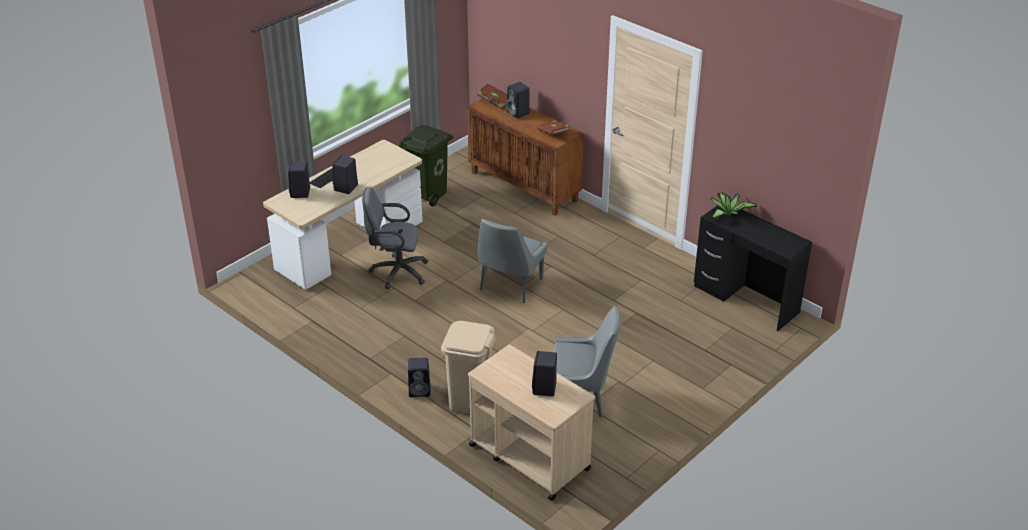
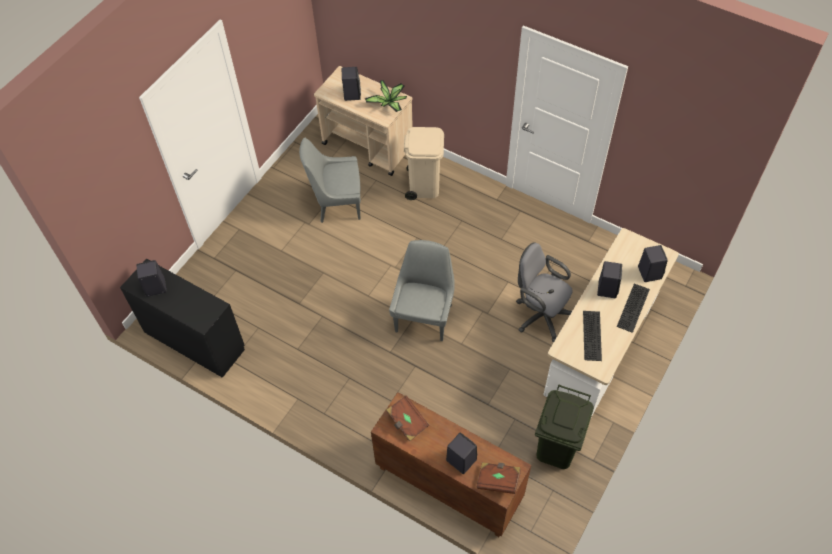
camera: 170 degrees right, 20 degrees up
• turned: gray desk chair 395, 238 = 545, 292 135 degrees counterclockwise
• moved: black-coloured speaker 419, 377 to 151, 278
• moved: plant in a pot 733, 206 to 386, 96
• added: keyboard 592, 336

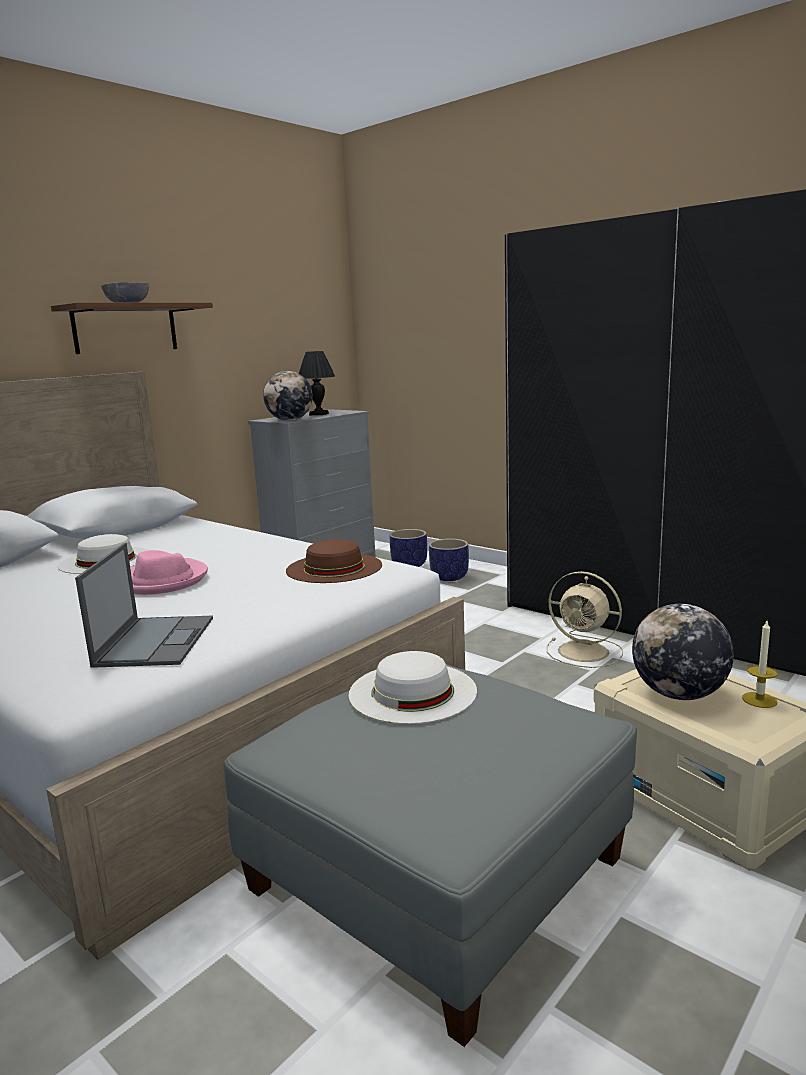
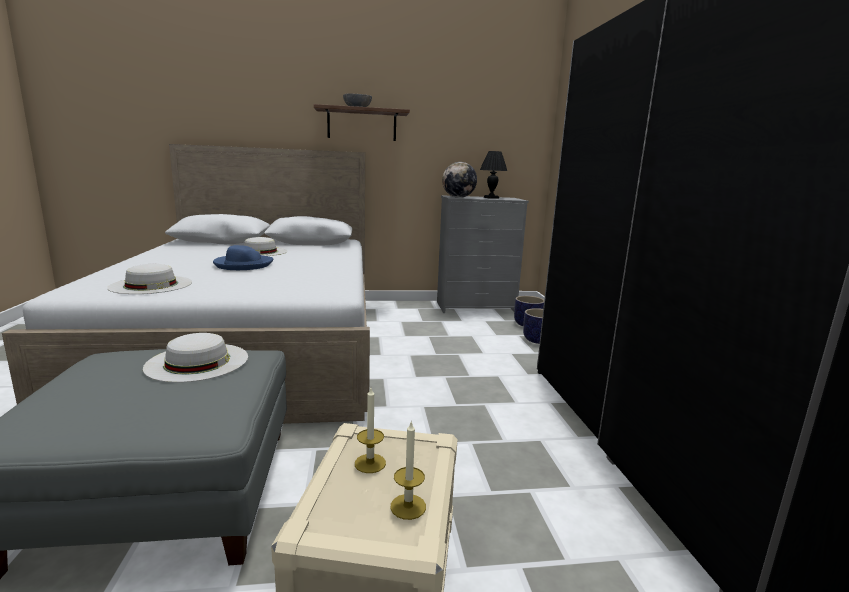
camera: 40 degrees right, 0 degrees up
• replaced: portable computer 144, 605 to whitish wearable hat 149, 279
• recoloured: pinkish wearable hat 169, 572 to bluish wearable hat 243, 257
• removed: brown-coloured wearable hat 334, 561
• removed: beige-coloured electric fan 585, 619
• replaced: desk globe 683, 652 to candle 370, 430

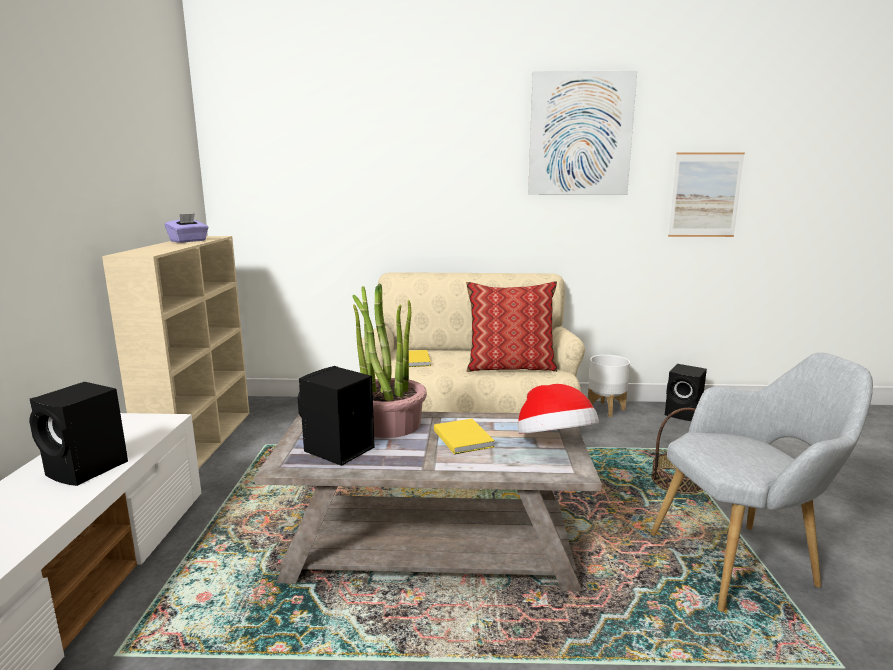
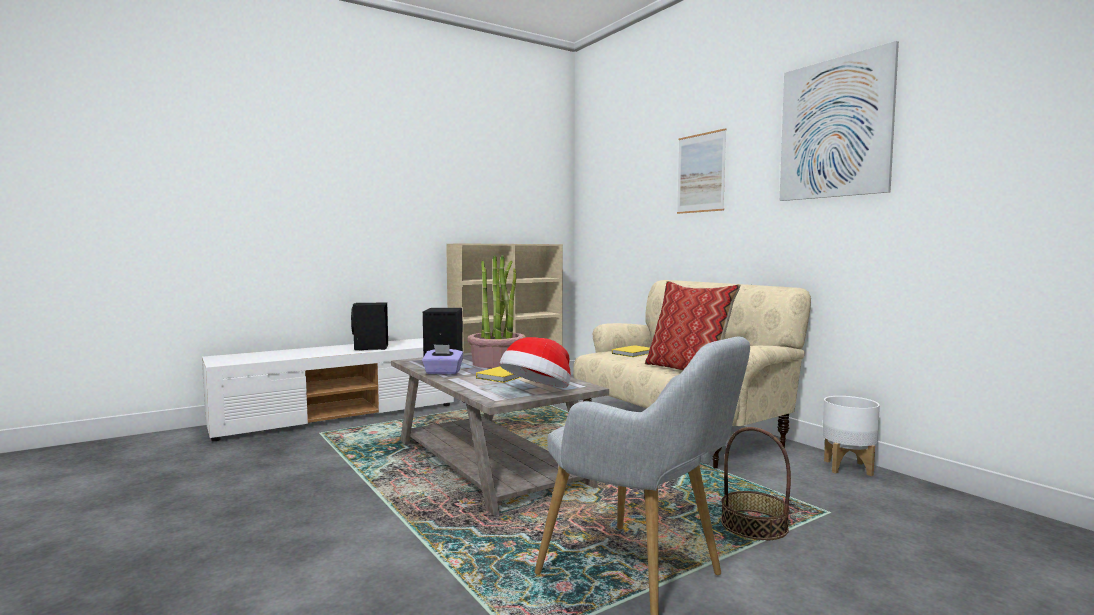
camera: 55 degrees right, 10 degrees down
• moved: purplish tissue holder 186, 228 to 442, 359
• removed: black-coloured speaker 686, 392
• moved: picture 706, 194 to 702, 171

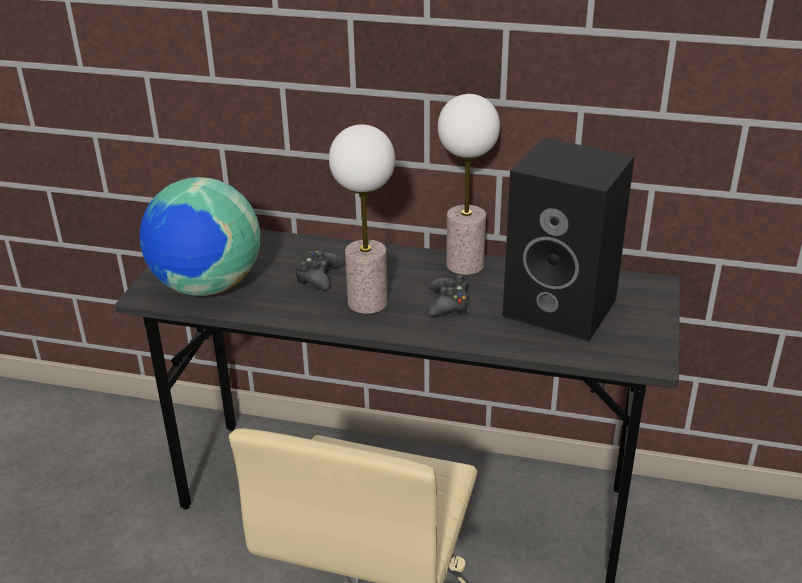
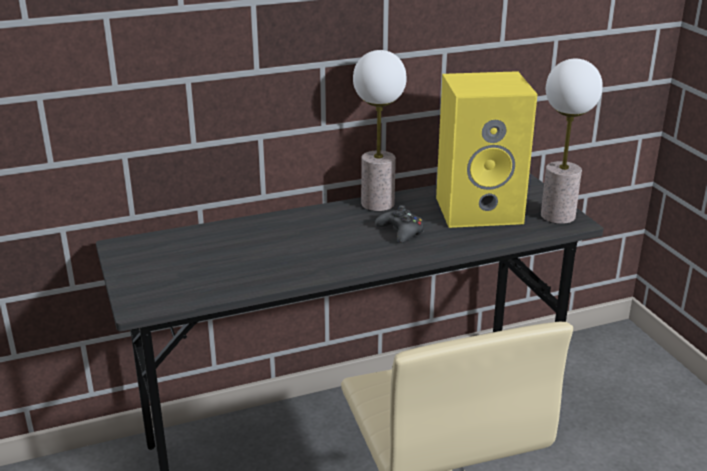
camera: 35 degrees left, 5 degrees down
• removed: desk globe 199, 236
• removed: black-coloured joypad 319, 270
• moved: lamp for a table 362, 219 to 572, 141
• recoloured: black-coloured speaker 569, 239 to yellowish speaker 487, 149

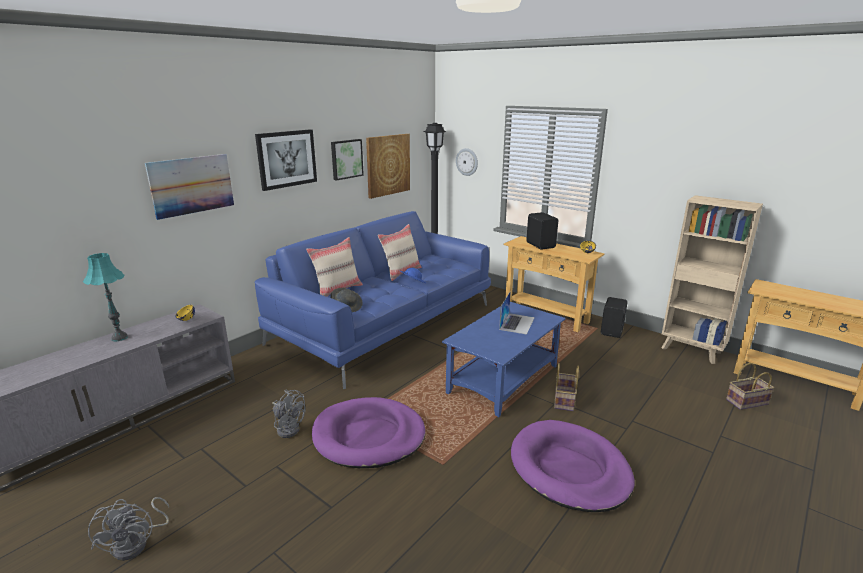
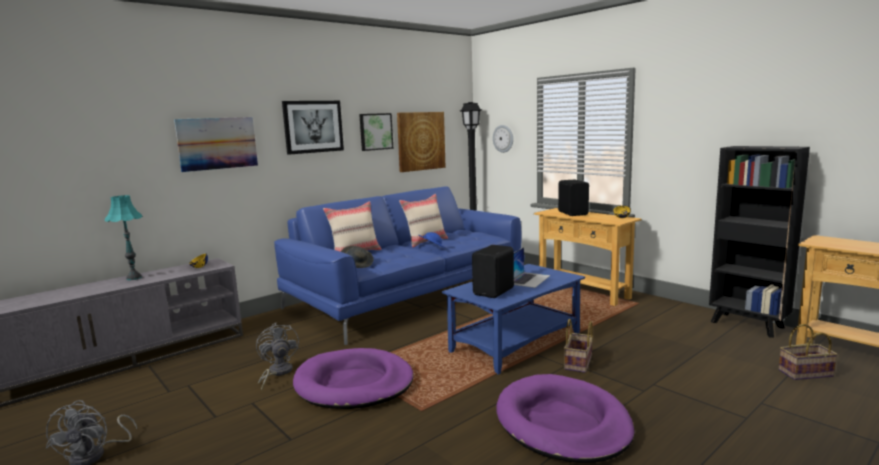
camera: 10 degrees right, 10 degrees down
• turned: gray electric fan 289, 414 = 277, 357 150 degrees counterclockwise
• moved: black-coloured speaker 614, 317 to 493, 271
• recoloured: beige-coloured bookshelf 712, 279 to black-coloured bookshelf 759, 241

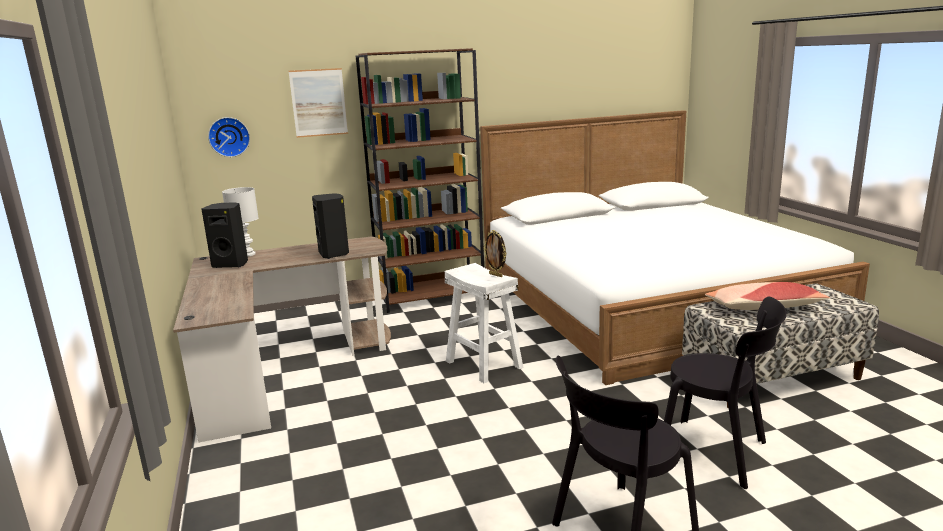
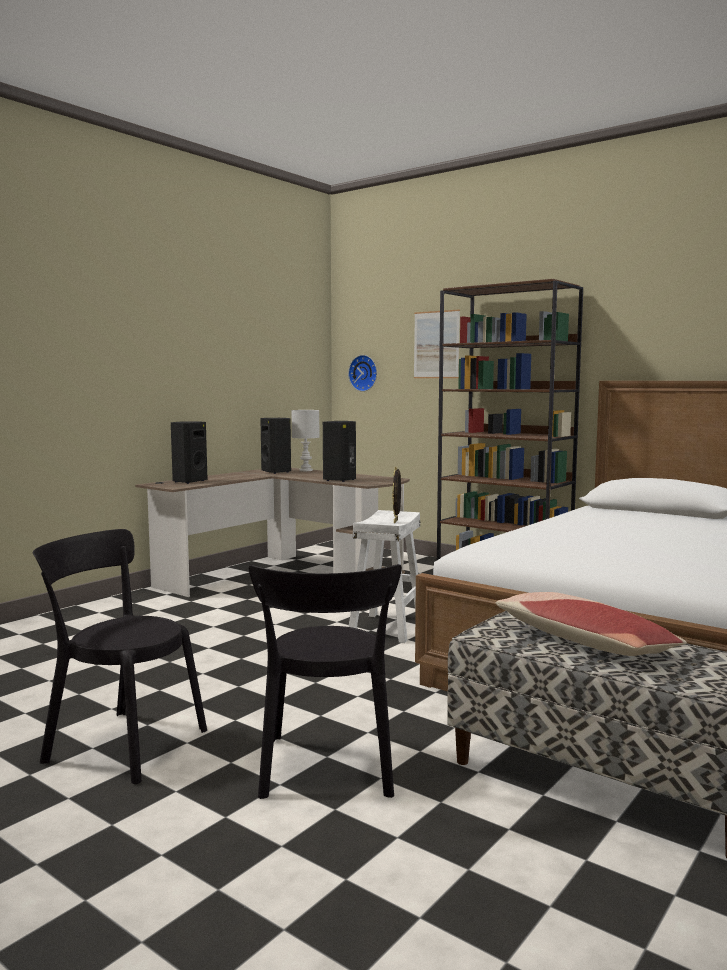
camera: 55 degrees right, 10 degrees down
• added: black-coloured speaker 189, 452

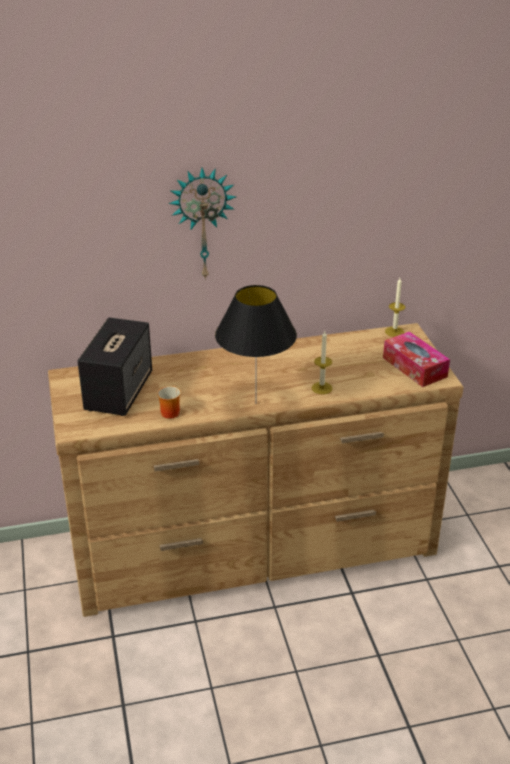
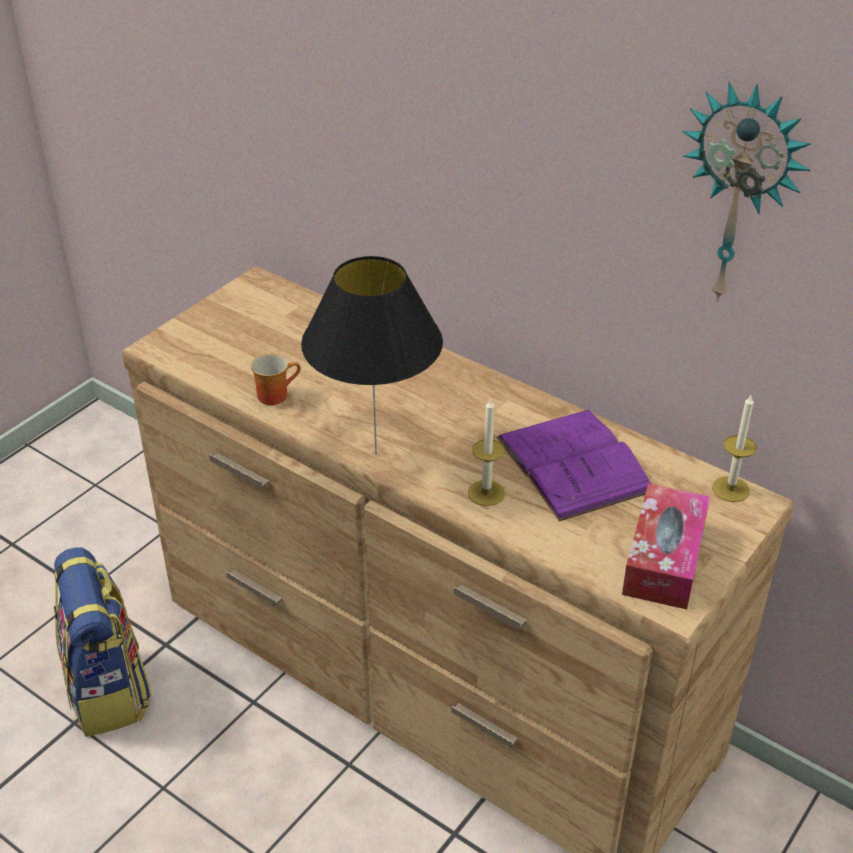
camera: 50 degrees right, 5 degrees up
• removed: speaker 114, 367
• moved: hanging clock 202, 223 to 746, 192
• added: rucksack 102, 642
• added: purplish volume 574, 465

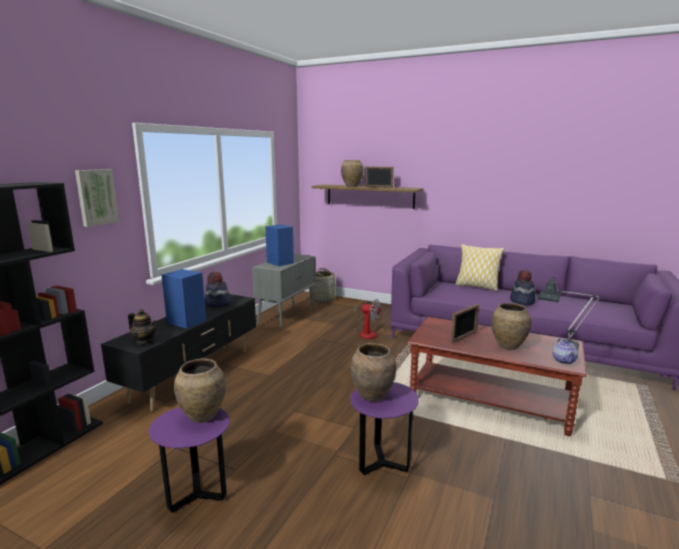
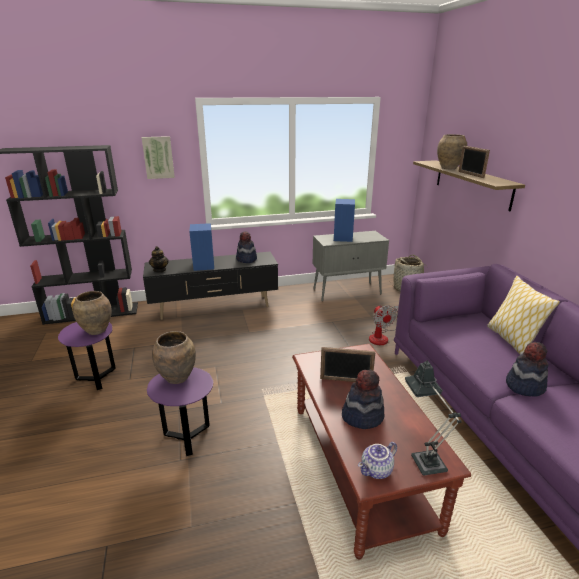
camera: 50 degrees right, 10 degrees up
• replaced: brown-coloured decorative vase 511, 326 to wearable hat 363, 399

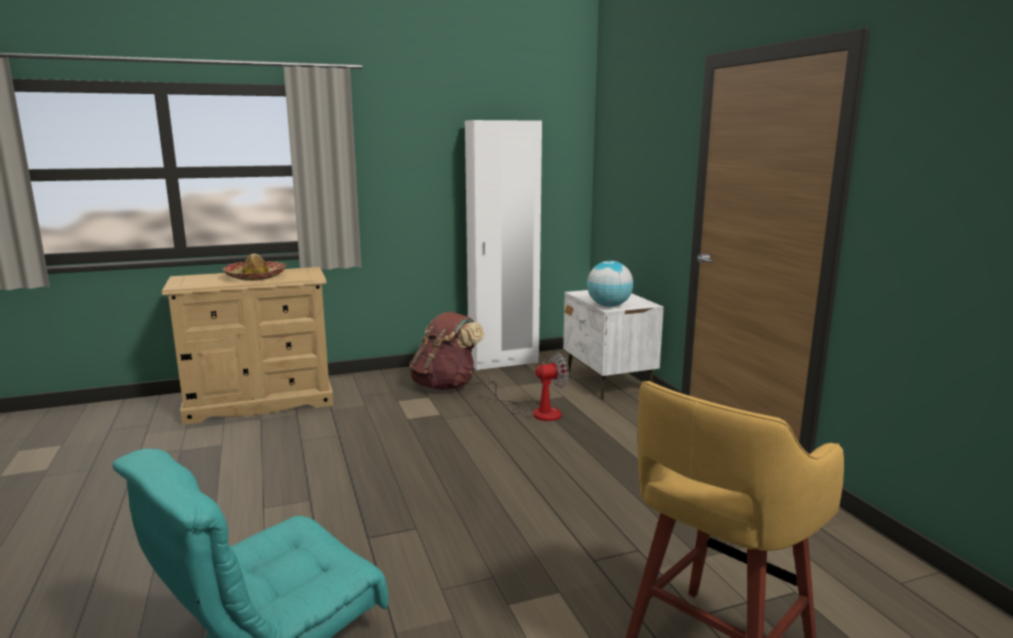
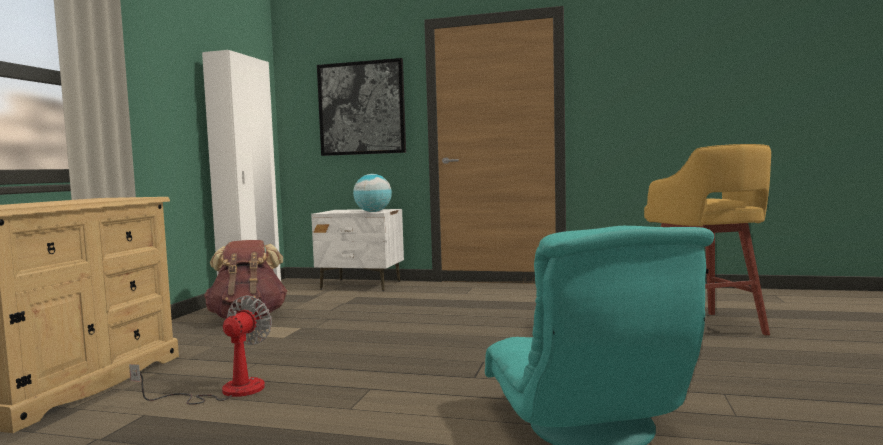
camera: 55 degrees left, 10 degrees down
• removed: wearable hat 254, 267
• moved: electric fan 529, 387 to 200, 350
• added: picture 361, 107

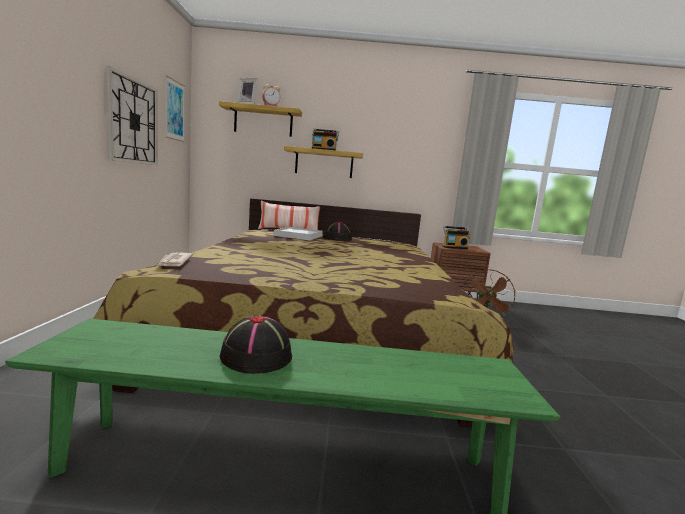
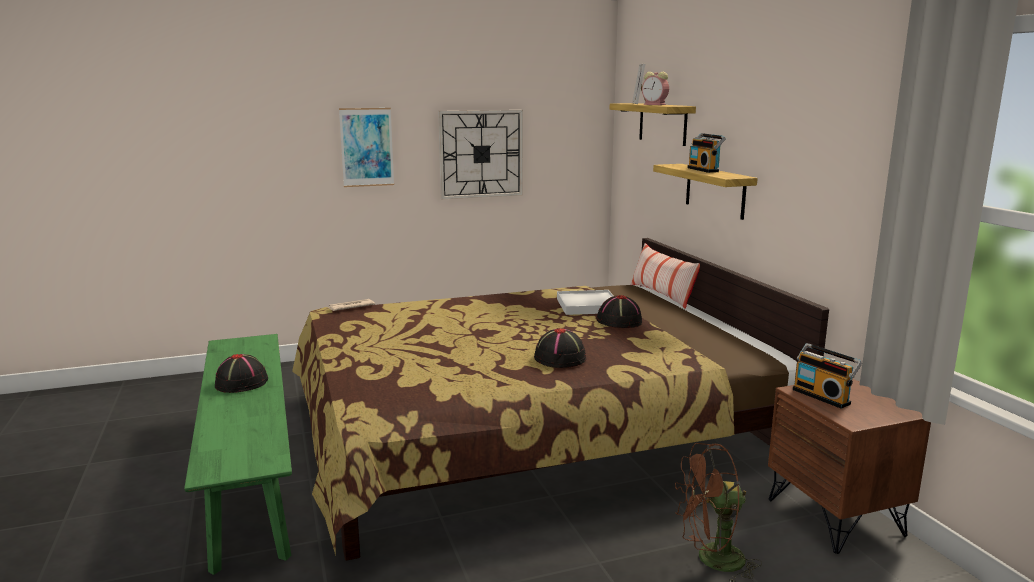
camera: 70 degrees right, 5 degrees up
• moved: picture 175, 109 to 366, 147
• added: black-coloured wearable hat 560, 348

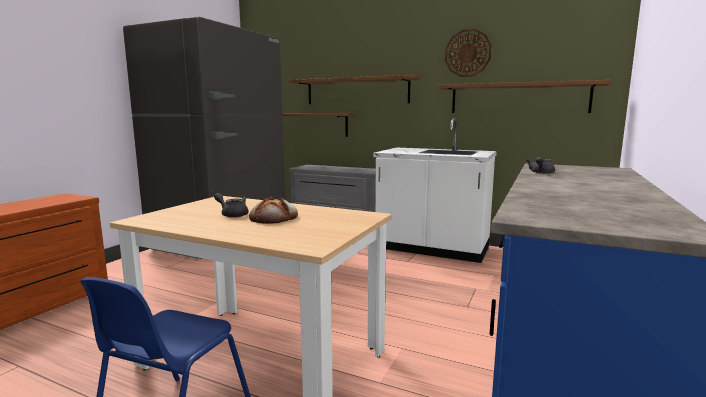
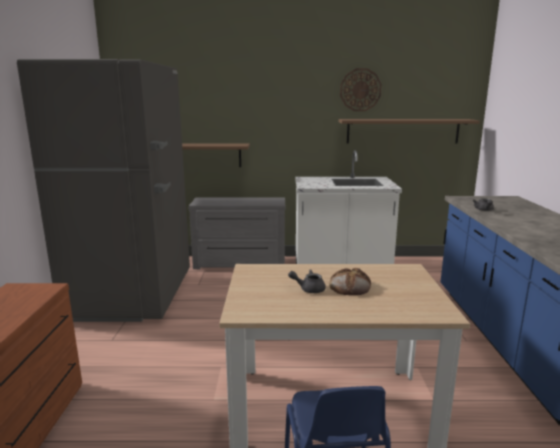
camera: 25 degrees left, 5 degrees up
• removed: brown-coloured bracket shelf 354, 89

